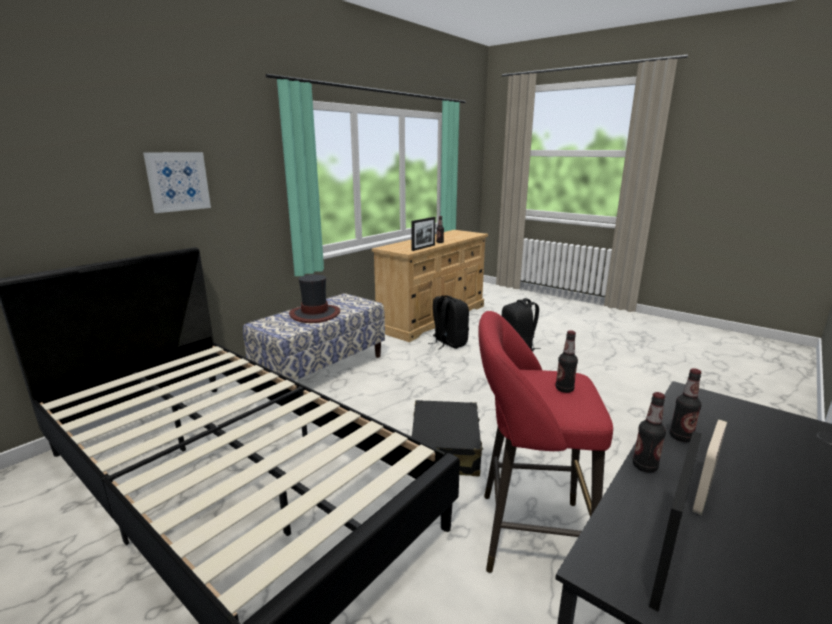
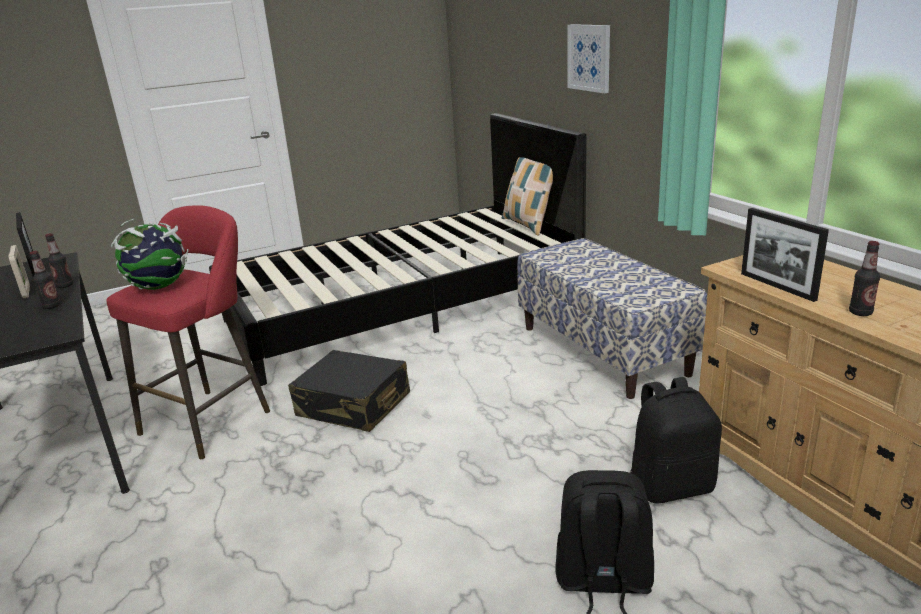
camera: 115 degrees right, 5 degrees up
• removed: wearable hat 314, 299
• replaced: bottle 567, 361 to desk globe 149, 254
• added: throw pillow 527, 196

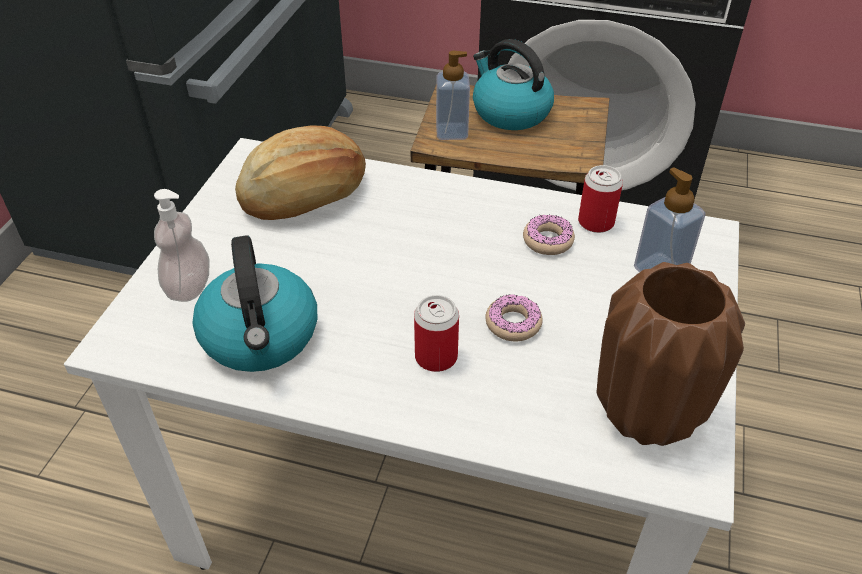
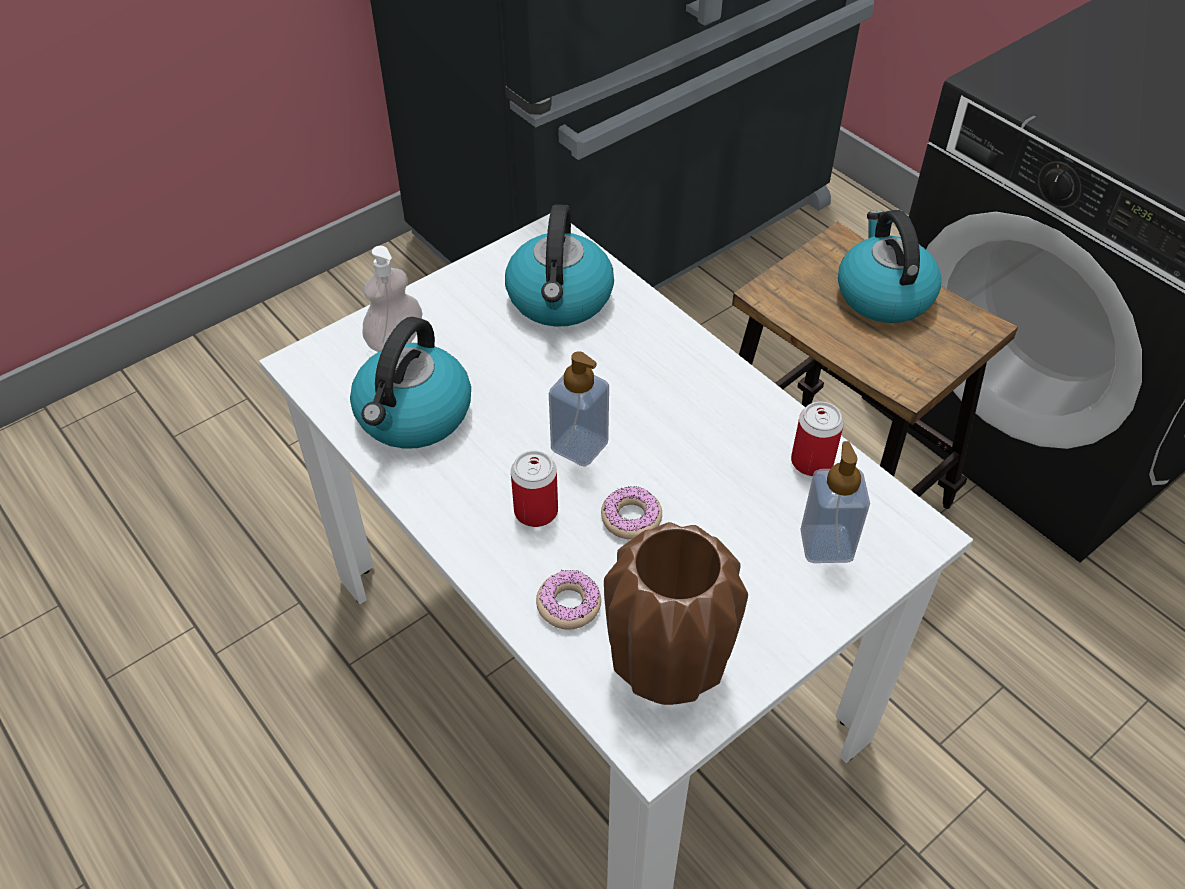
camera: 35 degrees right, 5 degrees up
• replaced: bread 300, 172 to tea kettle 559, 265
• moved: soap dispenser 453, 95 to 579, 409
• moved: donut 549, 234 to 568, 600

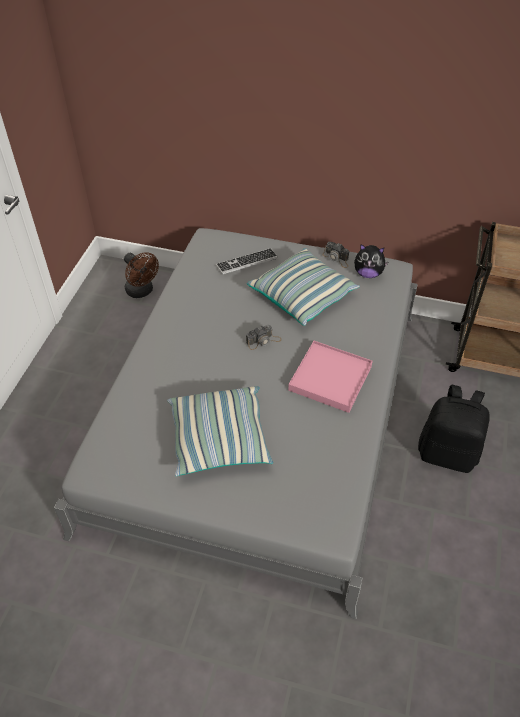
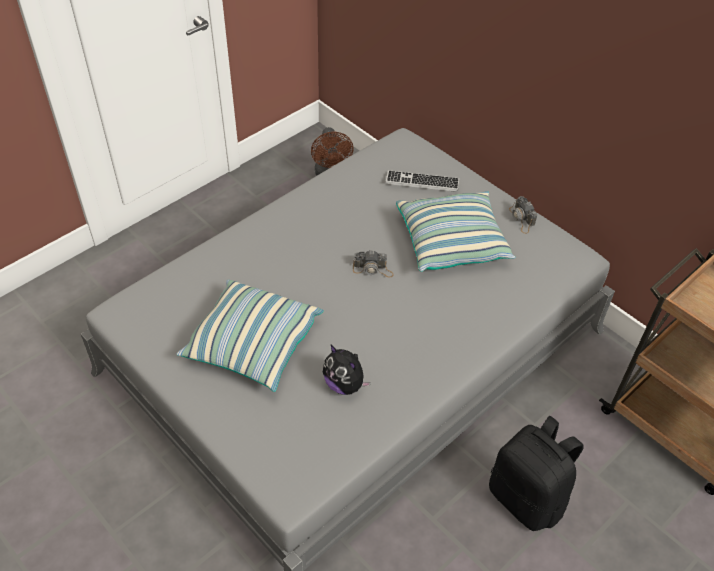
camera: 30 degrees right, 0 degrees up
• removed: pinkish tray 330, 377
• moved: plush toy 371, 261 to 347, 370

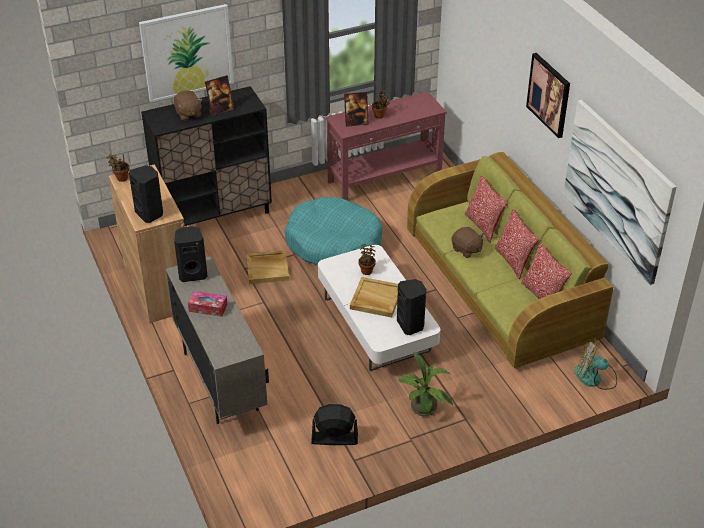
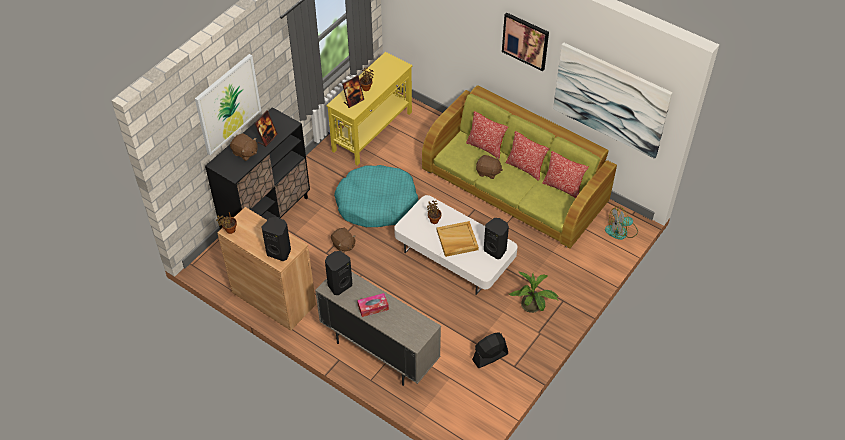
camera: 30 degrees left, 10 degrees up
• replaced: beige-coloured tray 267, 267 to brown-coloured plush toy 343, 240
• recoloured: reddish narrow table 386, 146 to yellowish narrow table 369, 109

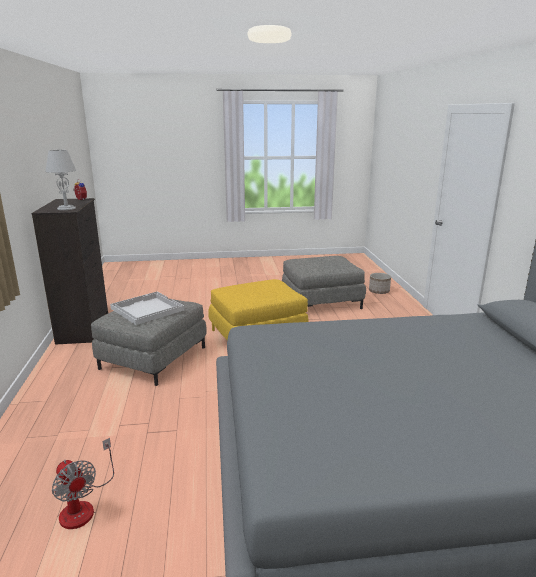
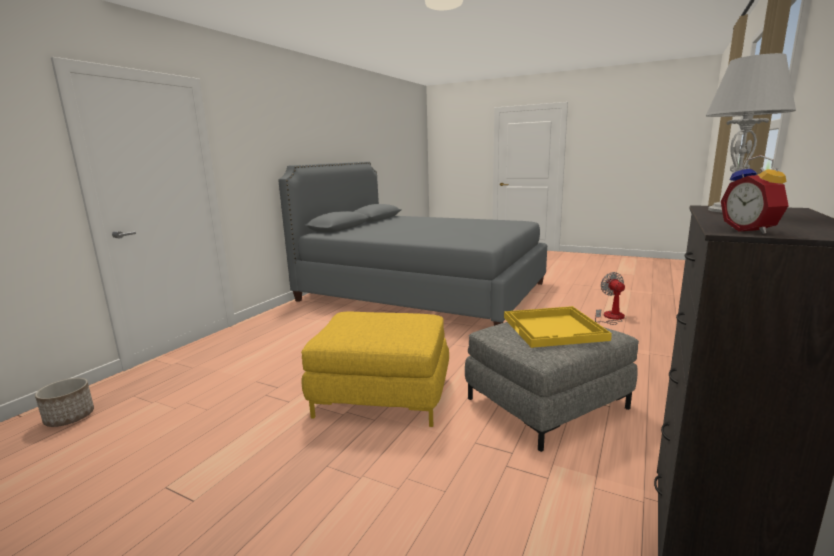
camera: 145 degrees left, 5 degrees down
• recoloured: whitish tray 147, 308 to yellowish tray 558, 327
• removed: gray pouffe 324, 282

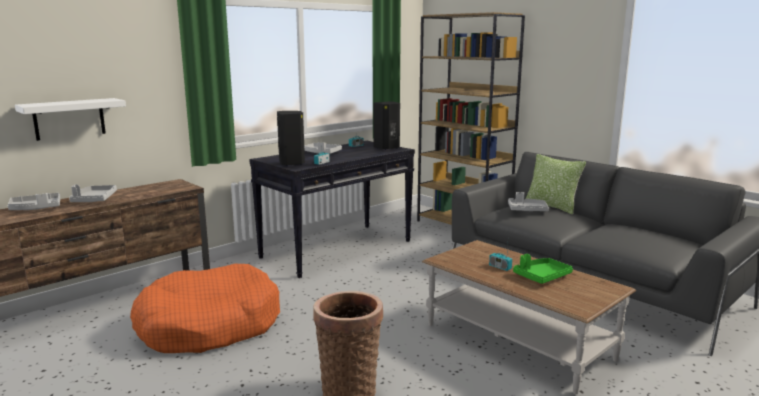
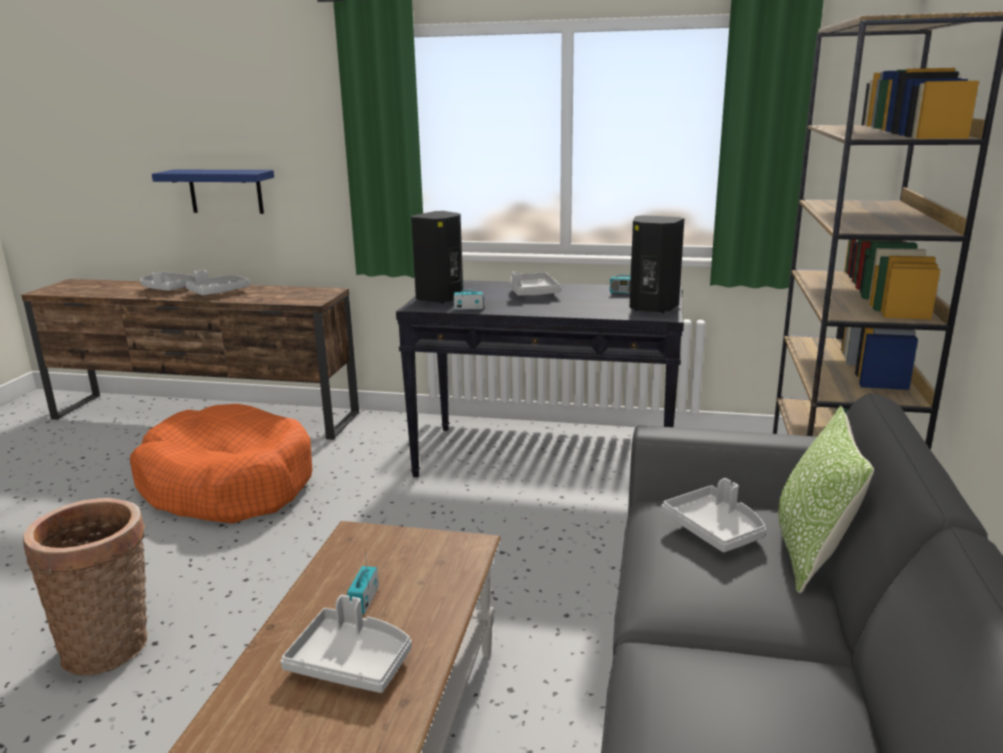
camera: 55 degrees right, 5 degrees up
• recoloured: whitish bracket shelf 70, 119 to bluish bracket shelf 213, 192
• recoloured: greenish tray 543, 269 to gray tray 346, 644

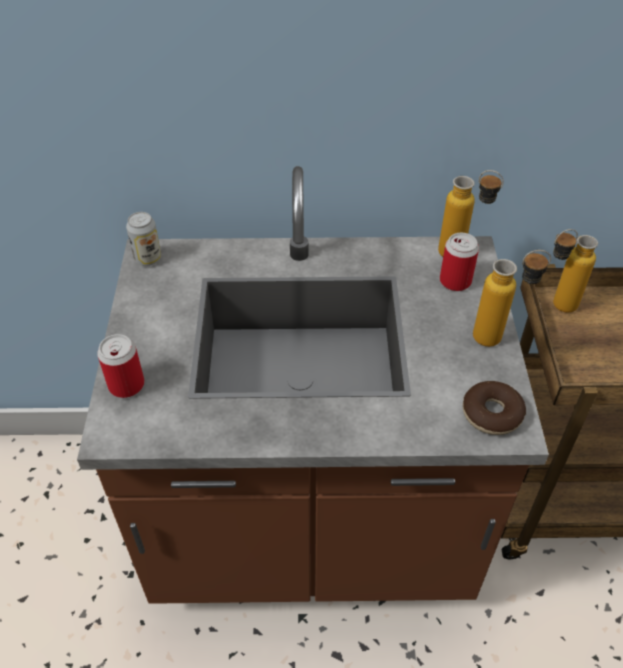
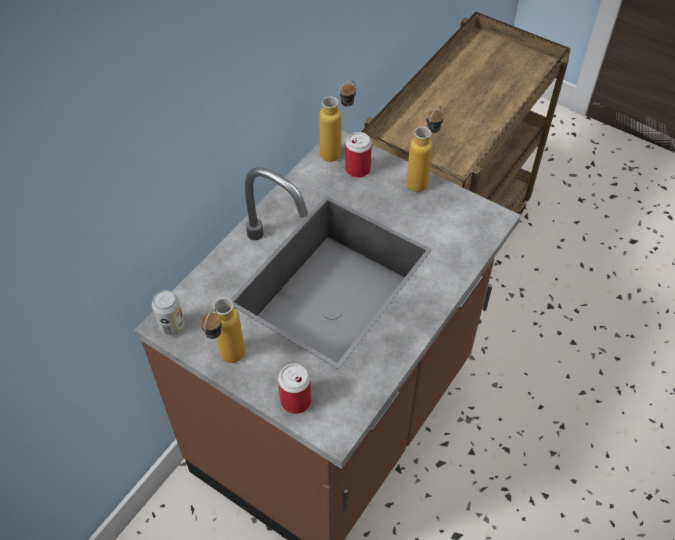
camera: 55 degrees left, 5 degrees up
• removed: donut 494, 408
• moved: bottle 575, 271 to 222, 330

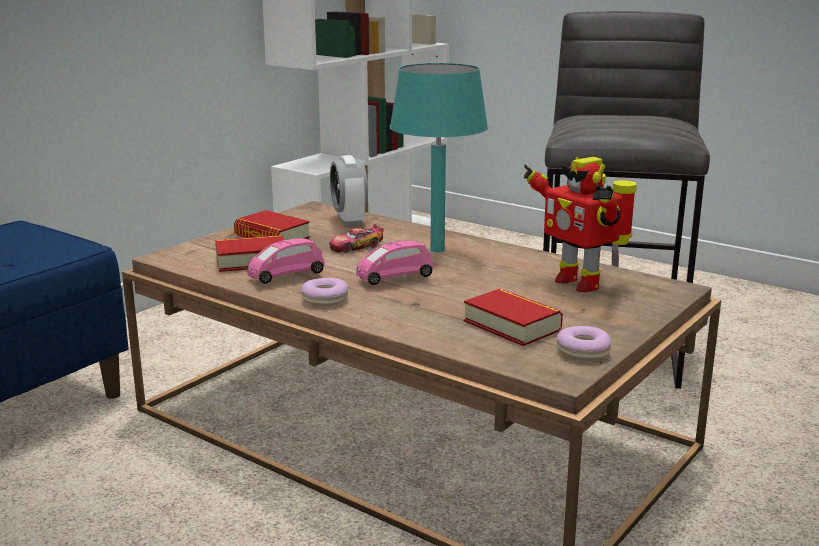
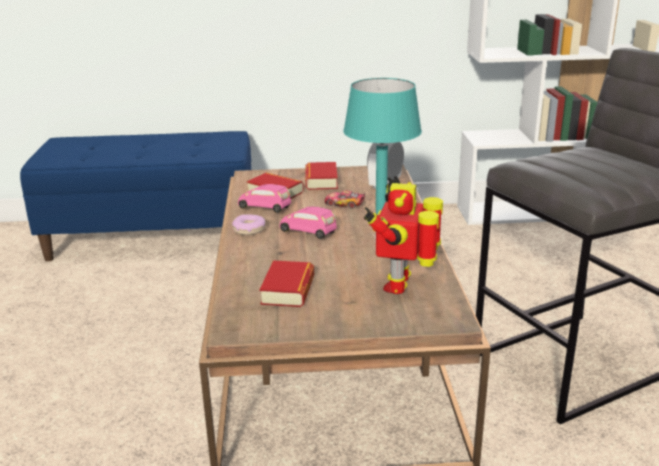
camera: 50 degrees right, 5 degrees up
• removed: donut 584, 343

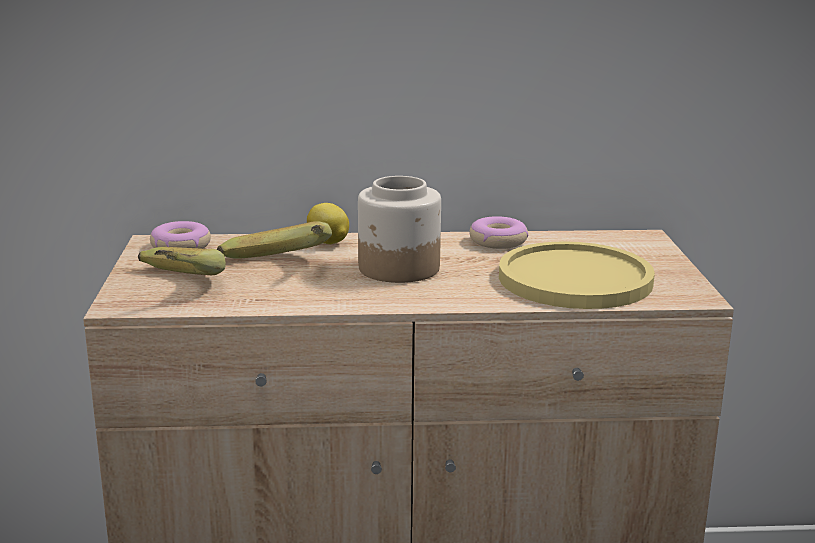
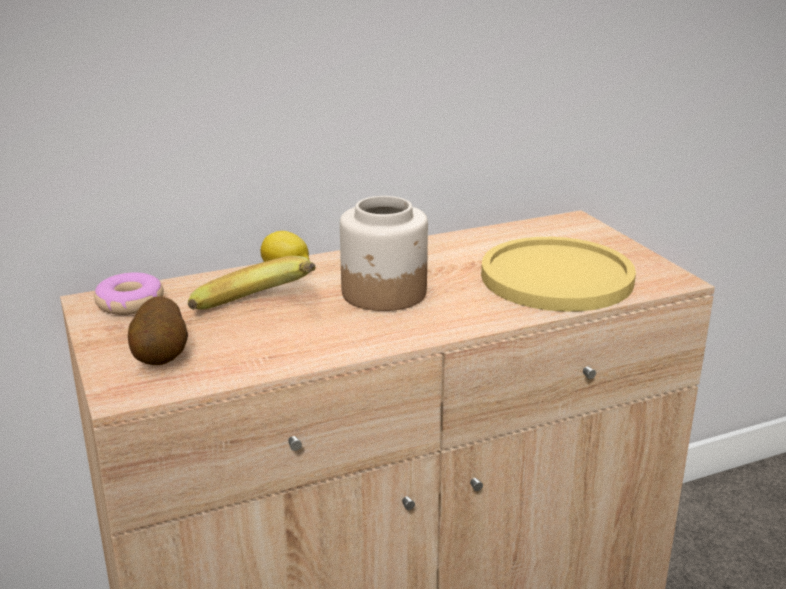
camera: 20 degrees left, 5 degrees up
• replaced: whole banana 182, 261 to potato 158, 330
• removed: donut 498, 232

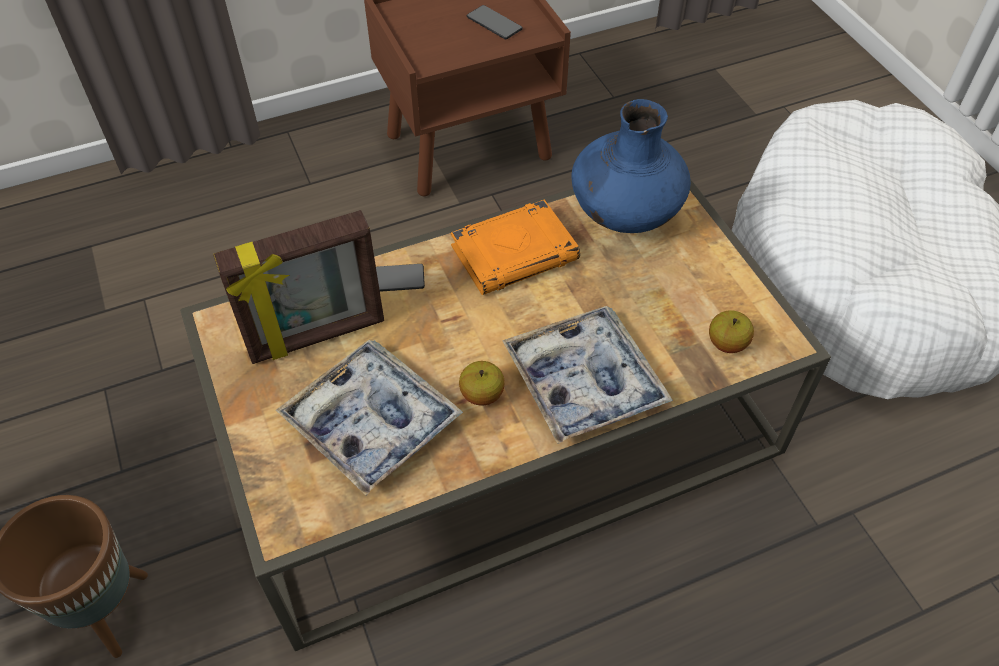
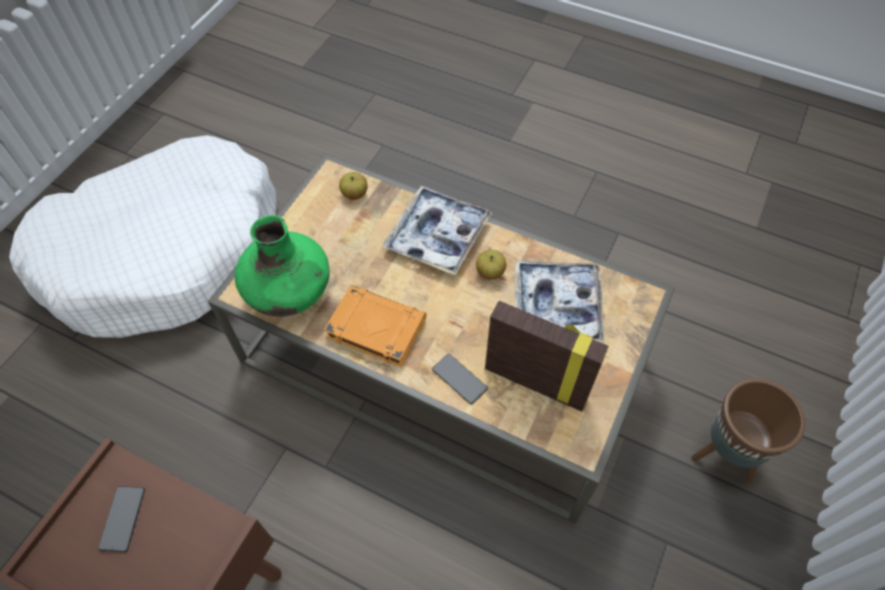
camera: 130 degrees left, 5 degrees up
• recoloured: bluish decorative vase 631, 166 to greenish decorative vase 282, 266

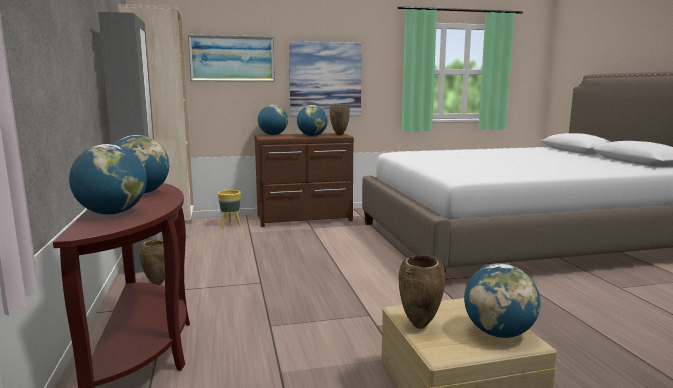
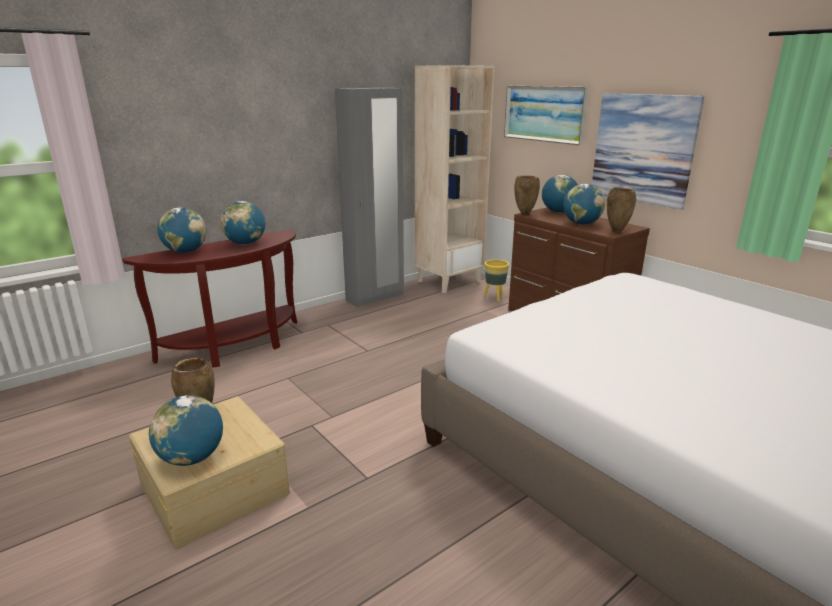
camera: 65 degrees right, 10 degrees up
• moved: brown-coloured decorative vase 152, 262 to 527, 195

